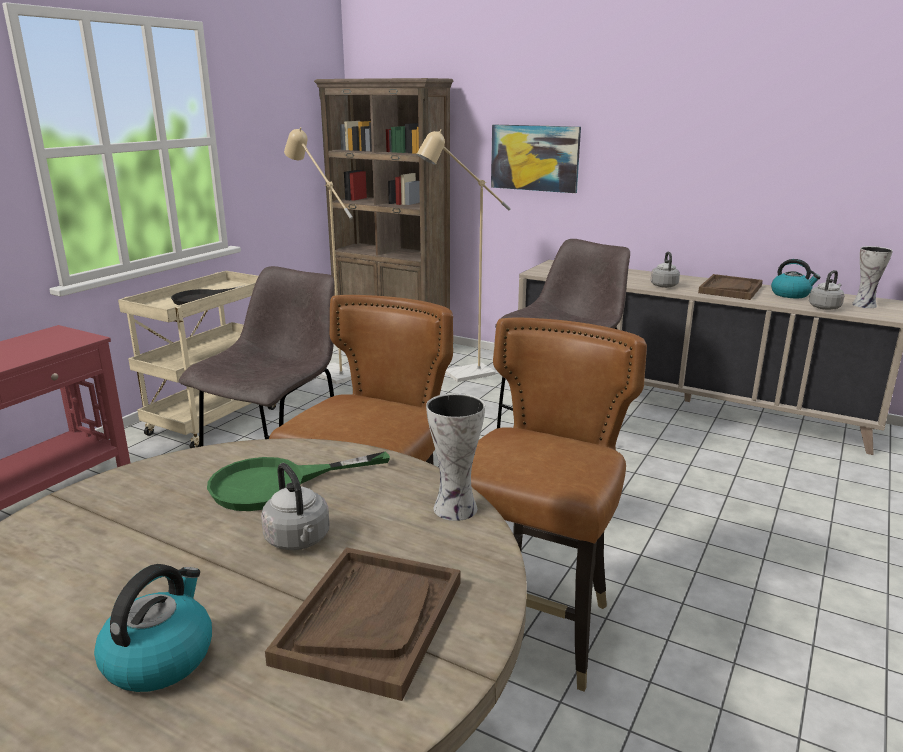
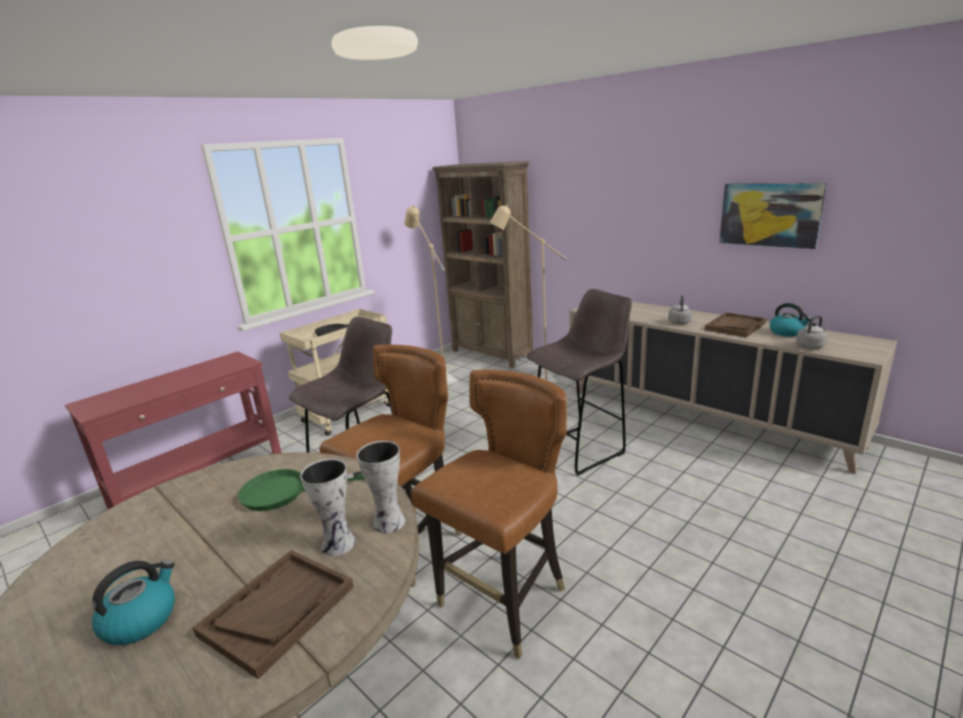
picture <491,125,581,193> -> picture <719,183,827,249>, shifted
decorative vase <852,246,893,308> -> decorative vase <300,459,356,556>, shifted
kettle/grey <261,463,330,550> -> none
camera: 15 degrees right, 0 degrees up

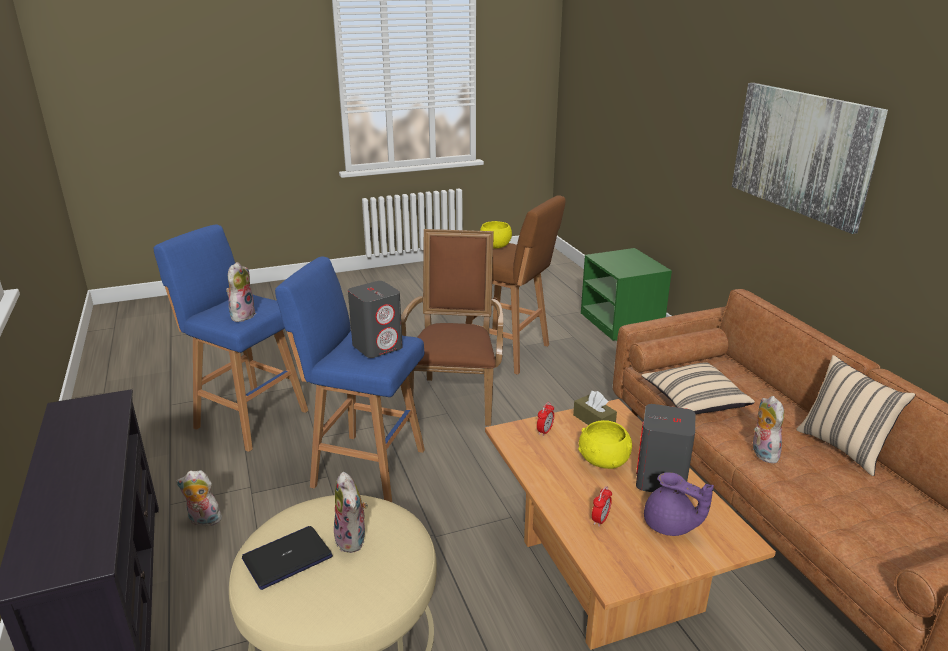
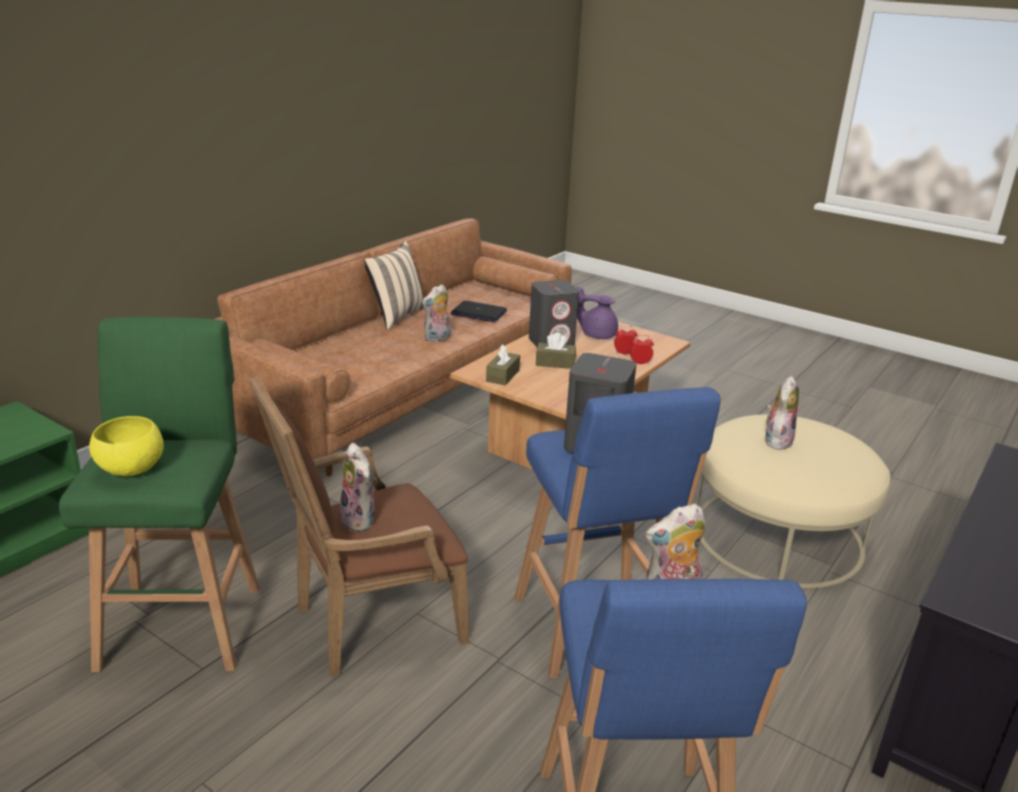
picture <732,83,888,234> -> none
stool/brown-coloured <465,195,566,375> -> stool/green-coloured <59,317,260,672>
cushion/beige-coloured <642,362,755,414> -> none
bedside clock <537,402,554,436> -> bedside clock <630,335,654,365>, shifted
serving bowl/yellow <578,420,632,469> -> tissue box/brown-coloured <536,332,576,369>
cuddly toy <176,470,222,526> -> cuddly toy <340,443,378,532>, shifted
pot for tea/purple-coloured <644,472,714,536> -> pot for tea/purple-coloured <577,286,618,339>, 75 degrees counterclockwise
portable computer <242,526,333,590> -> portable computer <451,301,507,322>, shifted
camera: 125 degrees left, 0 degrees up

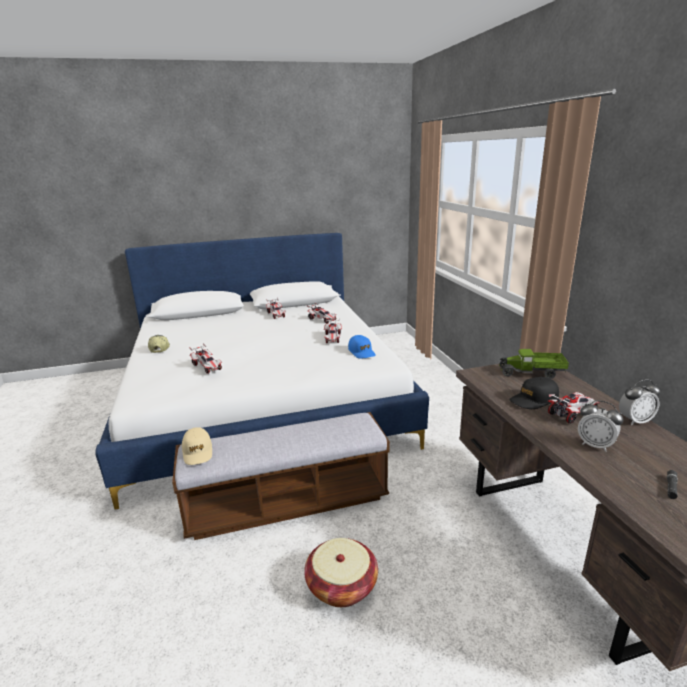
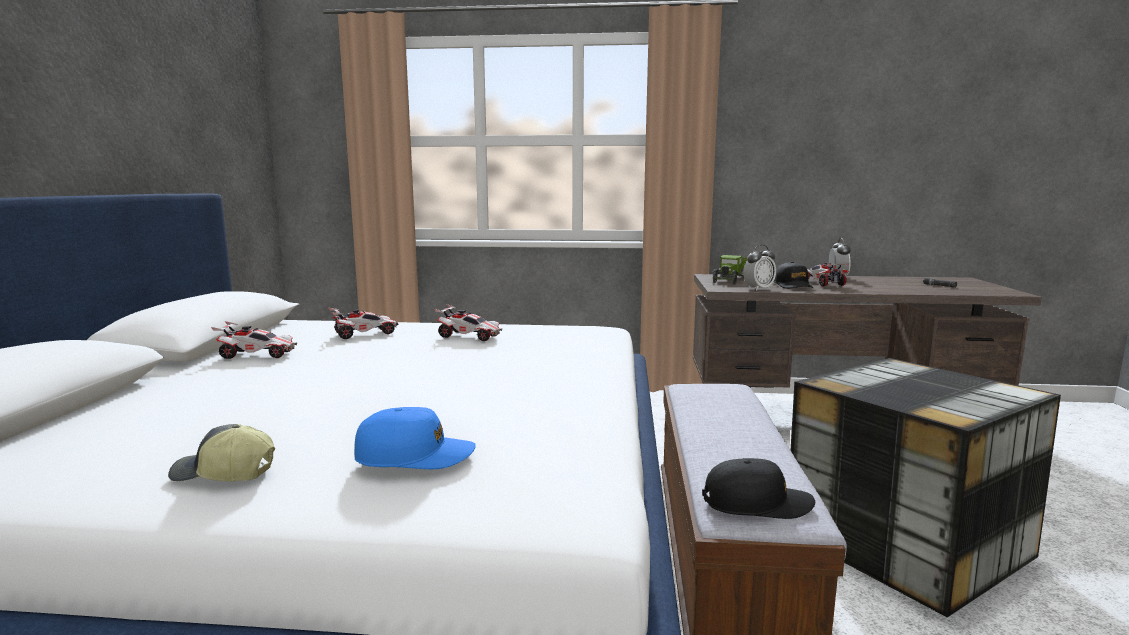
cap/blue-coloured <348,335,376,358> -> cap/blue-coloured <354,407,476,469>, shifted
miniature car <189,343,222,374> -> none
bedside clock <578,400,623,452> -> bedside clock <743,245,776,291>, shifted
cap/beige-coloured <182,427,212,465> -> cap/black-coloured <702,458,815,519>
household basket <304,538,378,607> -> storage box <791,358,1061,618>
camera: 70 degrees left, 10 degrees down

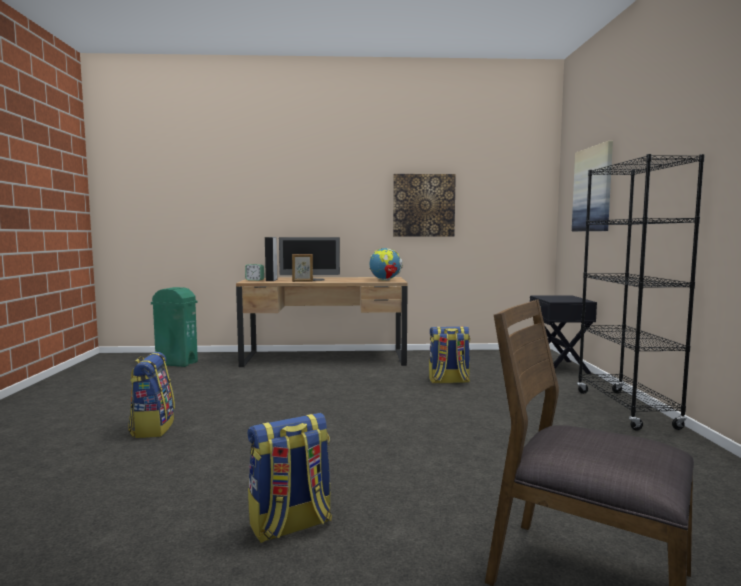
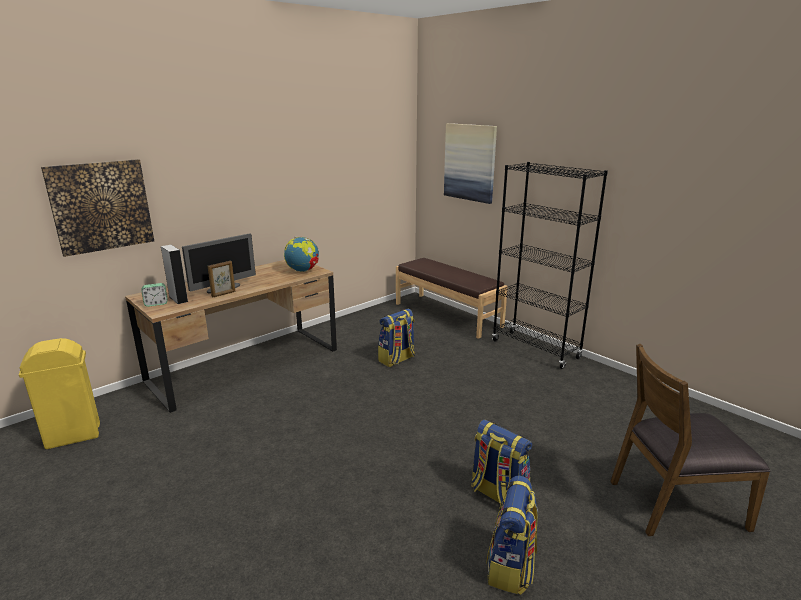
picture <393,174,456,236> -> picture <41,159,154,257>, shifted
trash can/green-coloured <151,287,198,367> -> trash can/yellow <19,338,100,449>
nightstand/black-coloured <530,295,597,374> -> bench/brown-coloured <396,258,508,339>
backpack <128,352,175,438> -> backpack <471,419,532,508>, shifted
camera: 40 degrees left, 15 degrees up

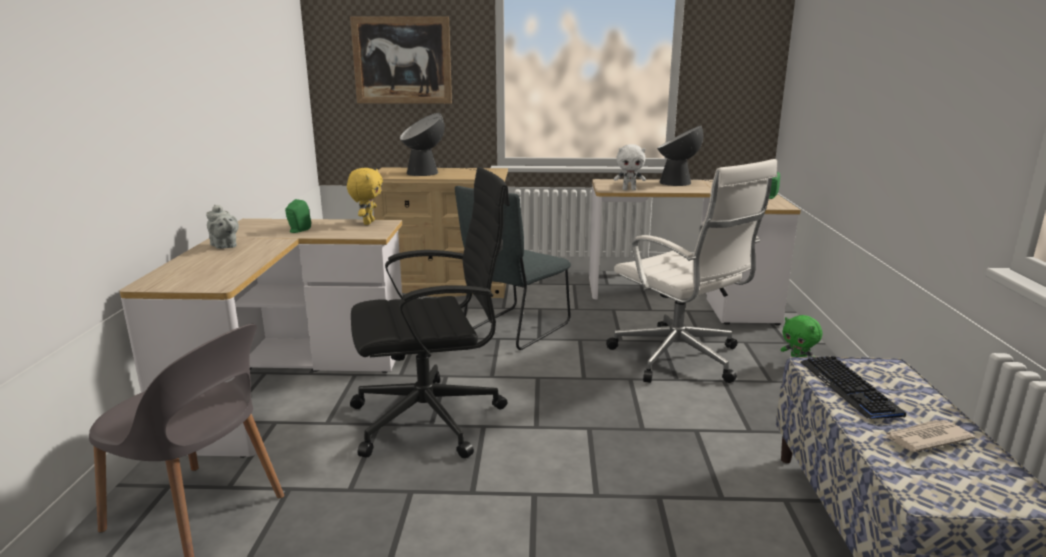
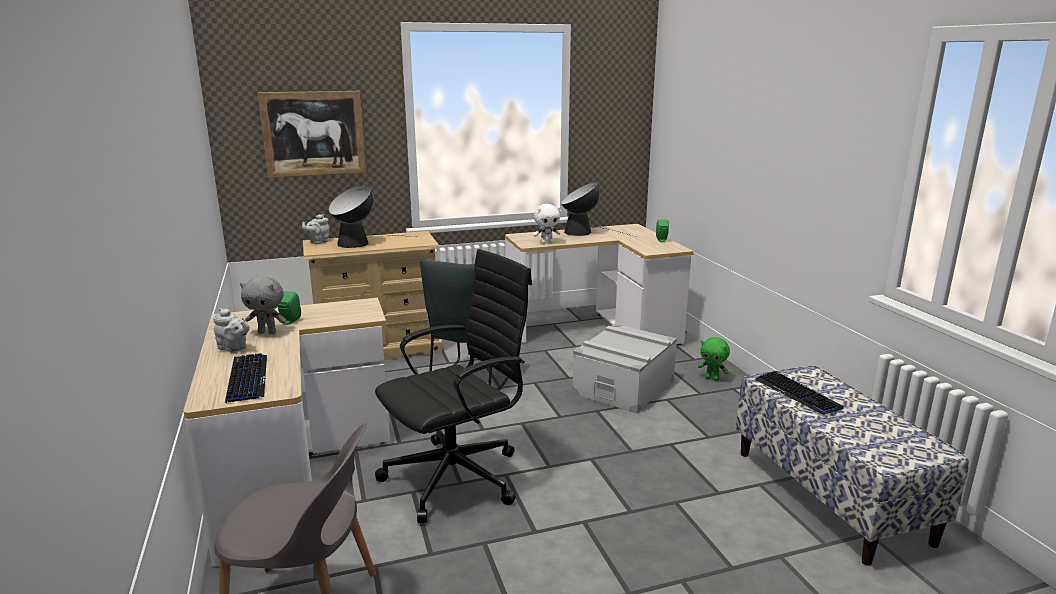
office chair/white <606,159,778,383> -> storage box/grey <572,323,677,414>
cuddly toy/yellow <347,168,383,225> -> none
daily paper <884,420,975,452> -> none
none -> pot for tea/grey <302,214,330,244>
none -> cuddly toy/grey <240,276,286,334>
none -> PC keyboard <225,353,267,403>
camera: 20 degrees left, 0 degrees up

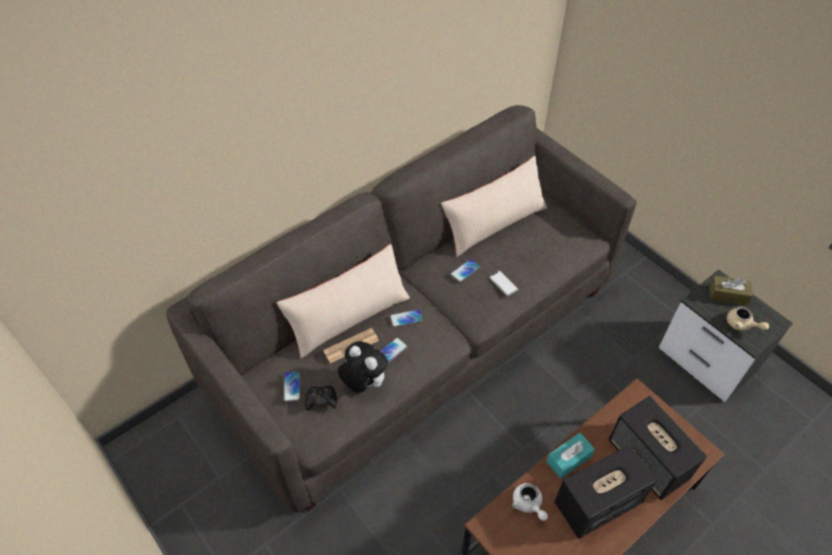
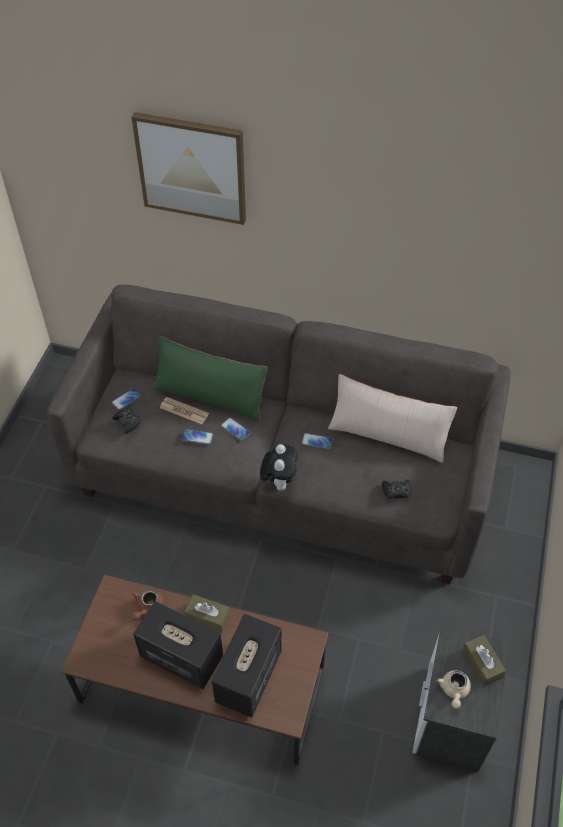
cushion/beige-coloured <277,244,410,358> -> cushion/green-coloured <153,336,268,422>
telephone <489,270,518,296> -> none
cuddly toy <338,341,388,393> -> cuddly toy <260,444,298,491>, shifted
tissue box/turquoise-coloured <546,433,595,479> -> tissue box/brown-coloured <184,594,230,633>
pot for tea/white <512,483,548,521> -> pot for tea/brown-coloured <131,590,164,621>
none -> picture <131,112,246,225>
none -> game controller/black-coloured <382,480,411,499>
camera: 55 degrees right, 0 degrees up

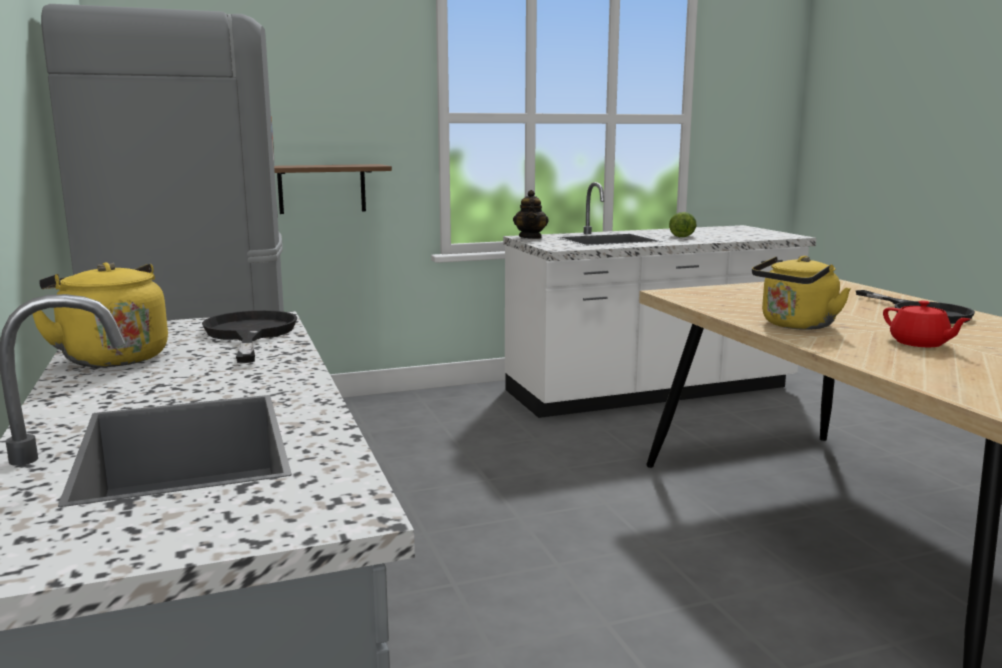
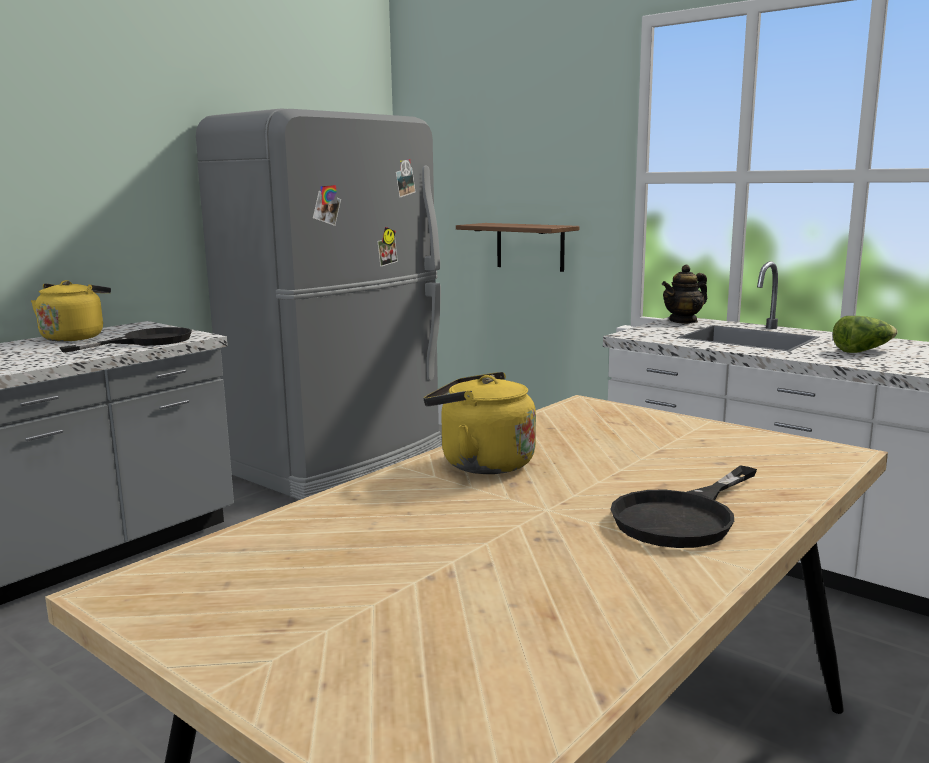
pot for tea/reddish <883,300,970,347> -> none
camera: 60 degrees right, 0 degrees up

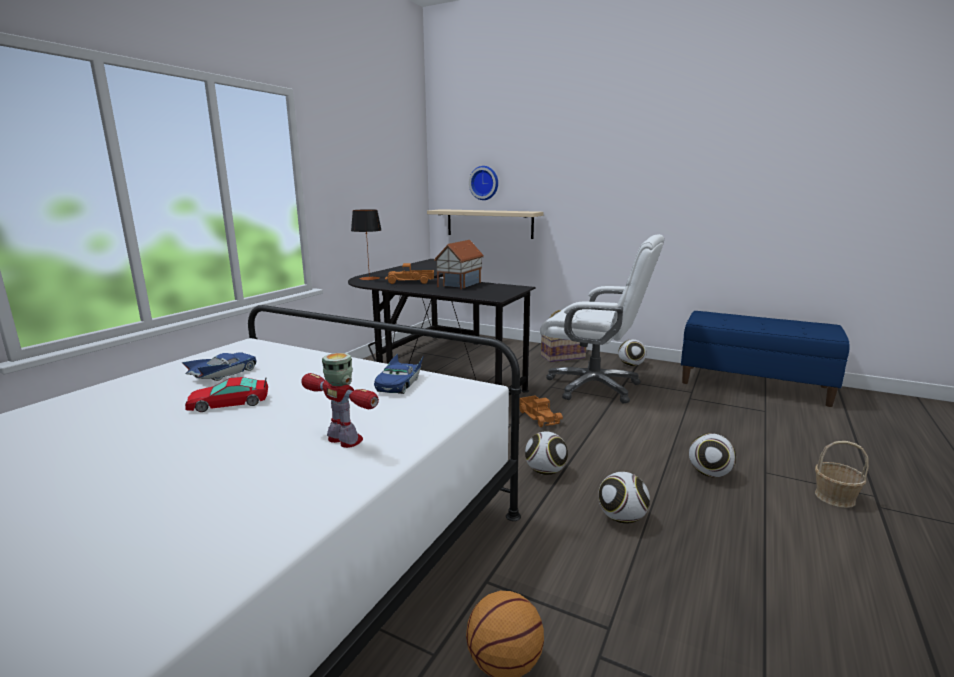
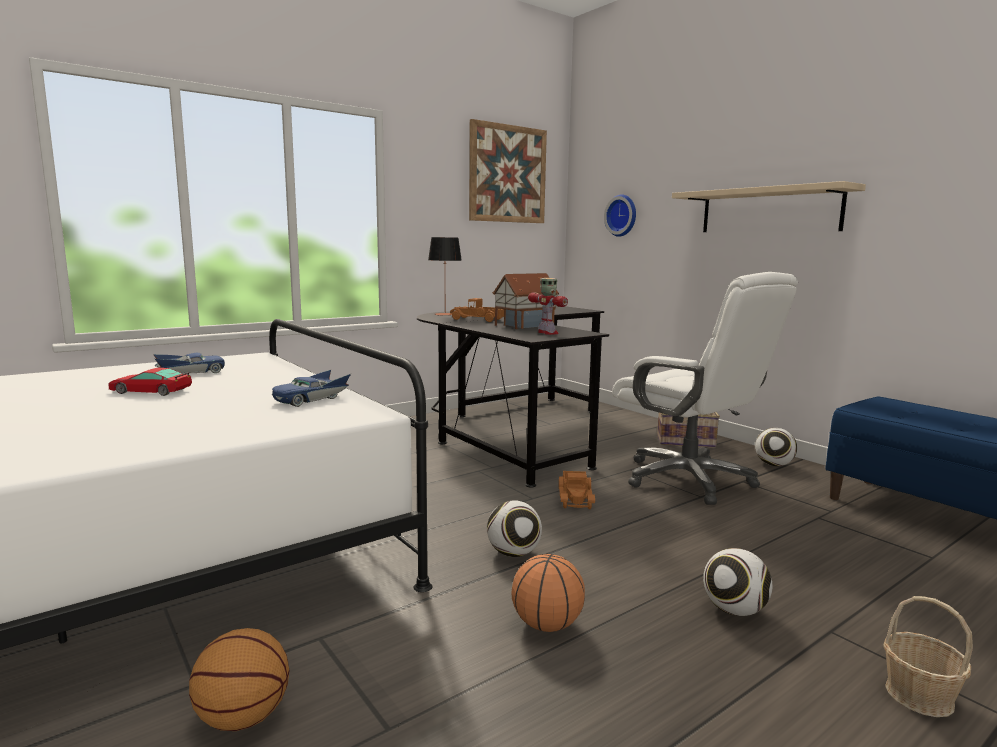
wall shelf/beige-coloured <427,209,544,239> -> wall shelf/beige-coloured <672,181,866,232>, shifted
model robot <301,353,379,448> -> model robot <528,278,568,335>, shifted
football ball <598,472,650,524> -> ball for basketball <511,554,585,632>
none -> picture <469,119,547,223>
camera: 25 degrees right, 5 degrees down

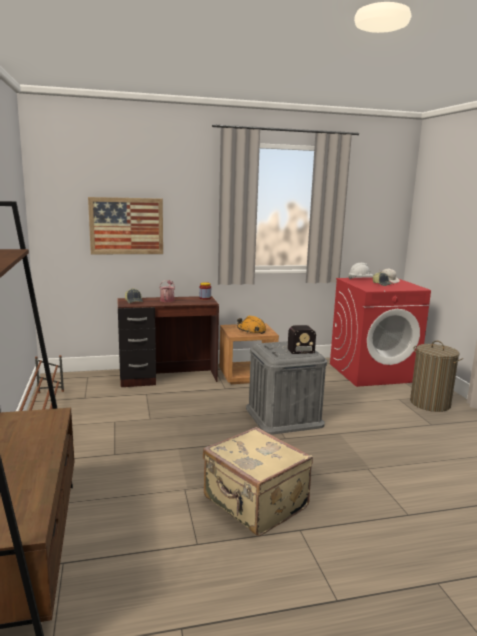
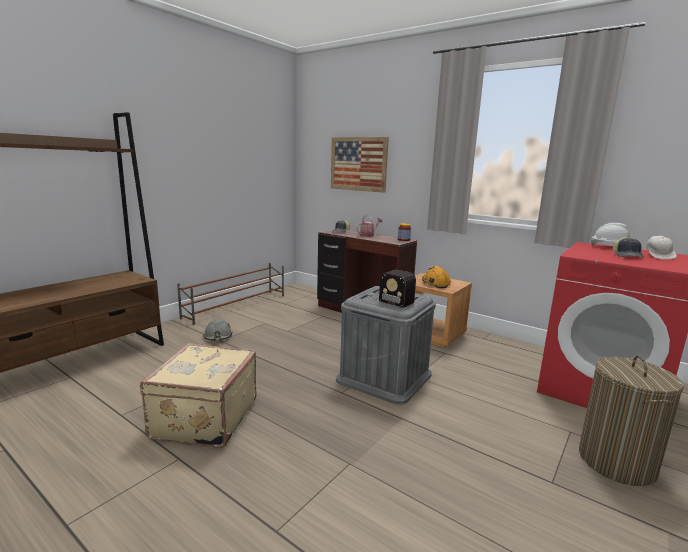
none -> safety helmet/grey <203,319,232,340>
camera: 50 degrees right, 0 degrees up

